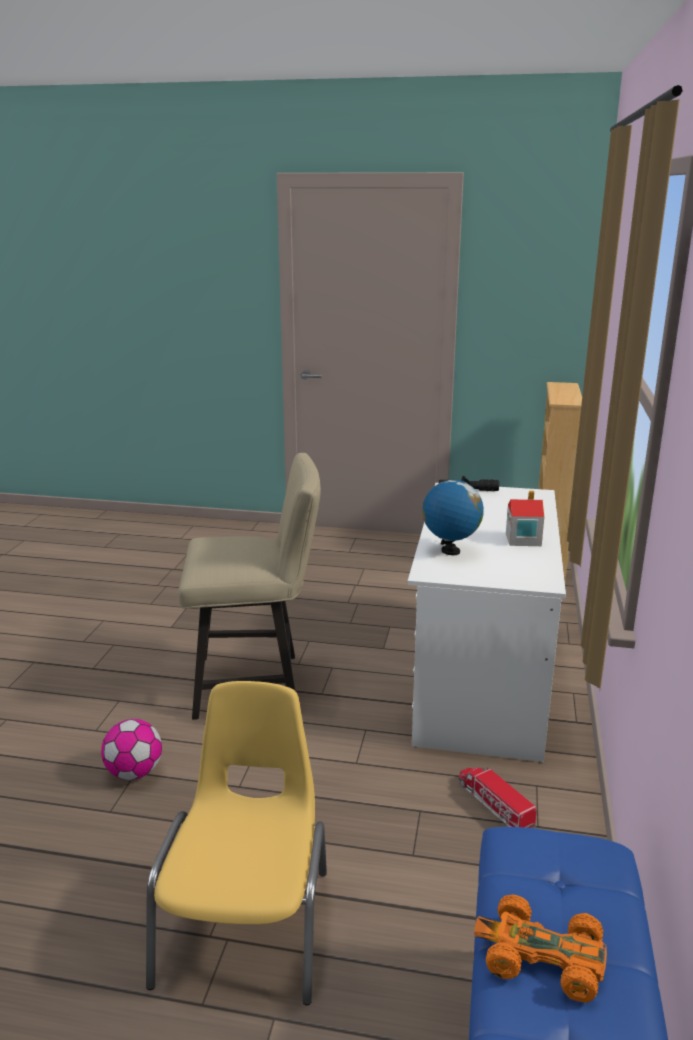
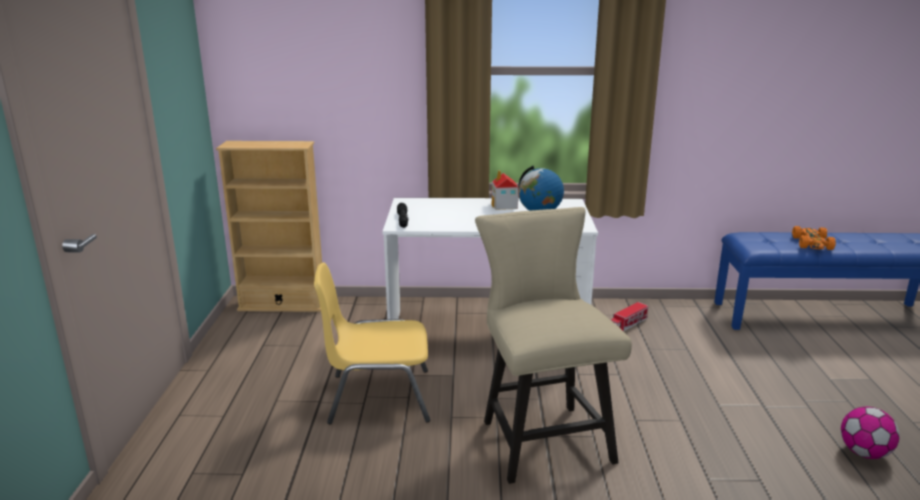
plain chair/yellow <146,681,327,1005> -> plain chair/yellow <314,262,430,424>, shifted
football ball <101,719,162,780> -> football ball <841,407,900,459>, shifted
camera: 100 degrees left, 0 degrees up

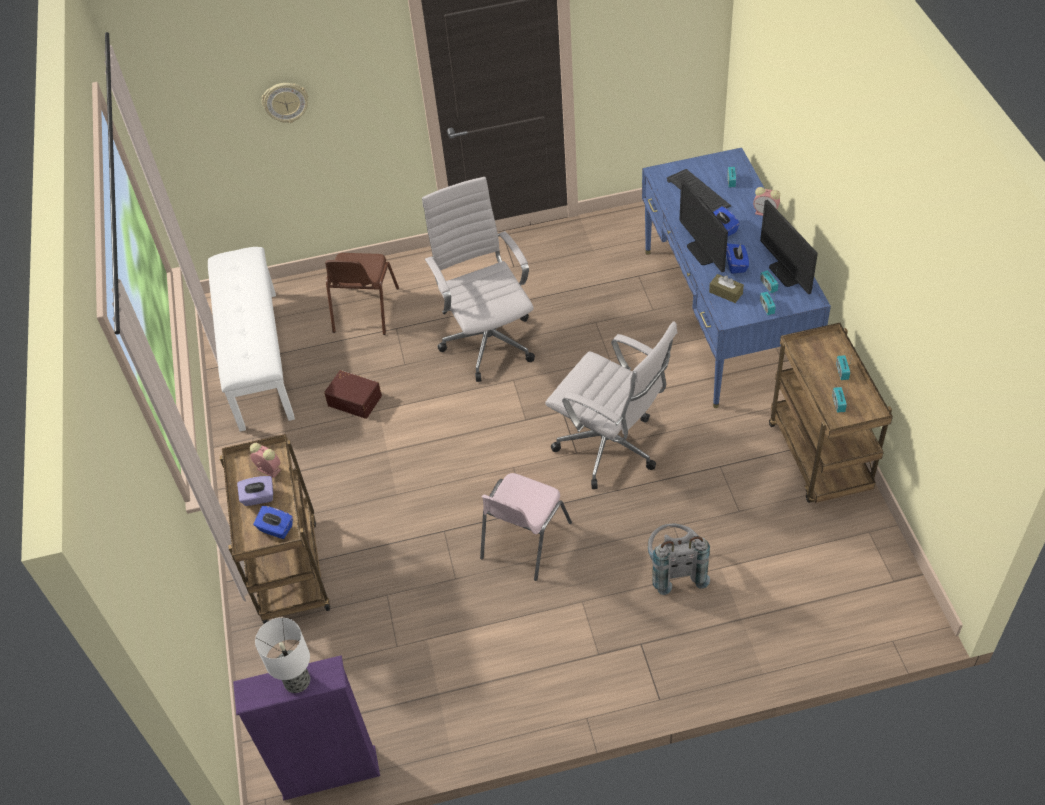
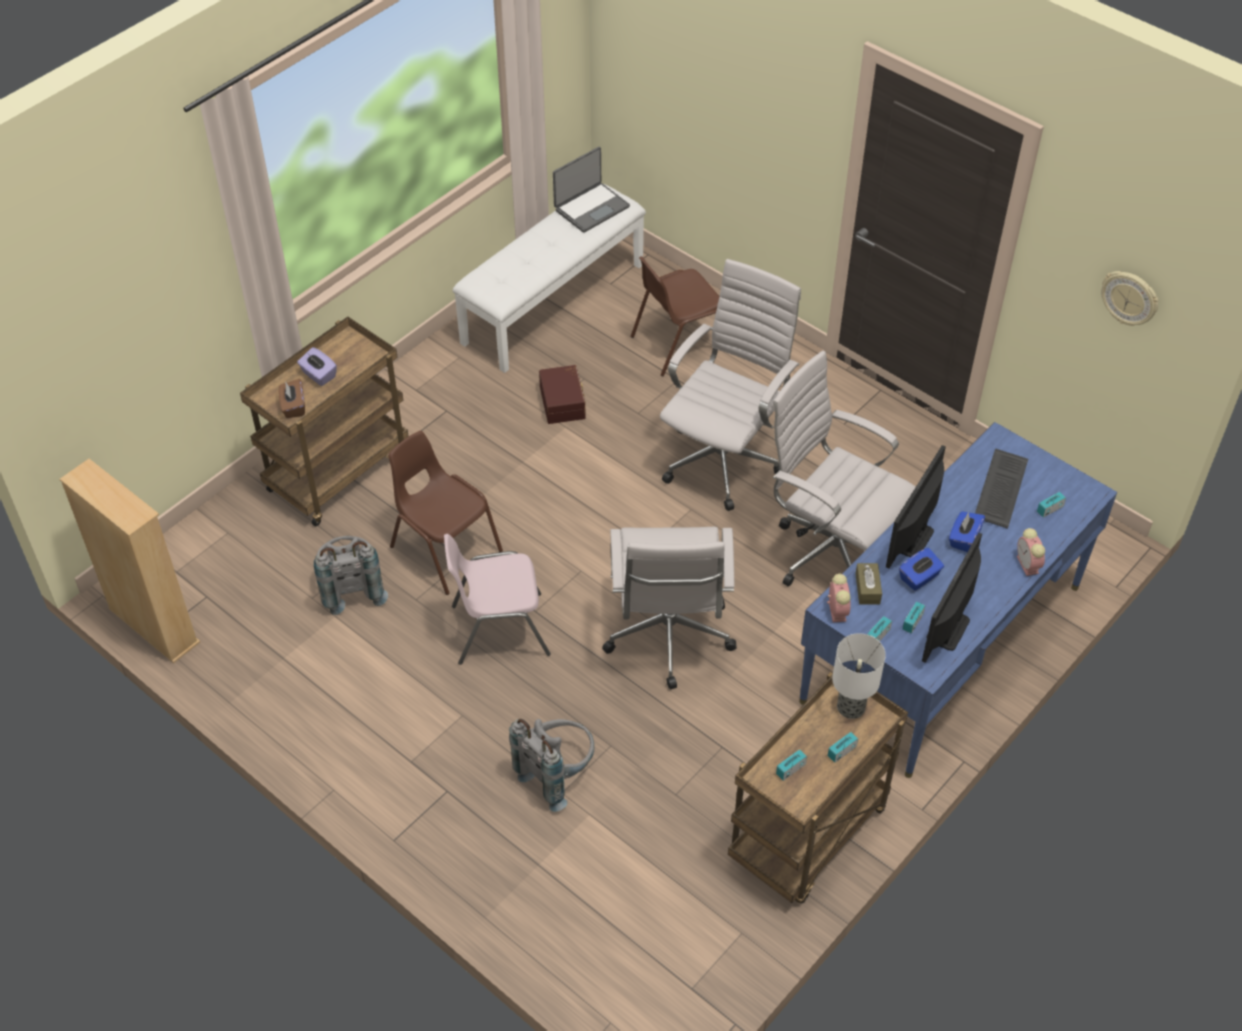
hanging clock <262,83,308,123> -> hanging clock <1101,271,1159,326>, shifted
bedside clock <250,443,281,478> -> bedside clock <827,574,851,622>, shifted
tissue box/blue-coloured <253,506,293,539> -> tissue box/brown-coloured <278,379,305,418>
lamp for a table <255,618,310,693> -> lamp for a table <832,633,886,719>, shifted
shelving unit/purple-coloured <233,655,380,801> -> shelving unit/beige-coloured <59,459,200,664>
none -> portable computer <553,147,630,233>
none -> office chair/white <771,351,915,587>
none -> plain chair/brown-coloured <388,431,503,595>
none -> backpack/grey <314,536,388,615>
camera: 50 degrees right, 0 degrees up

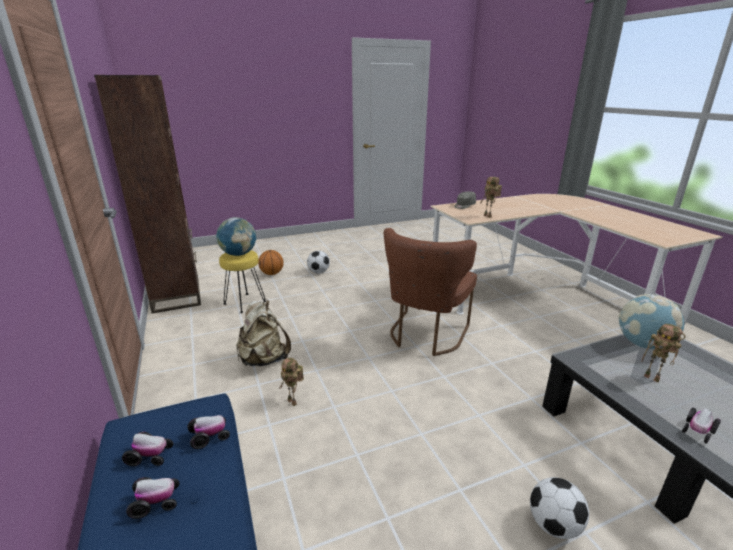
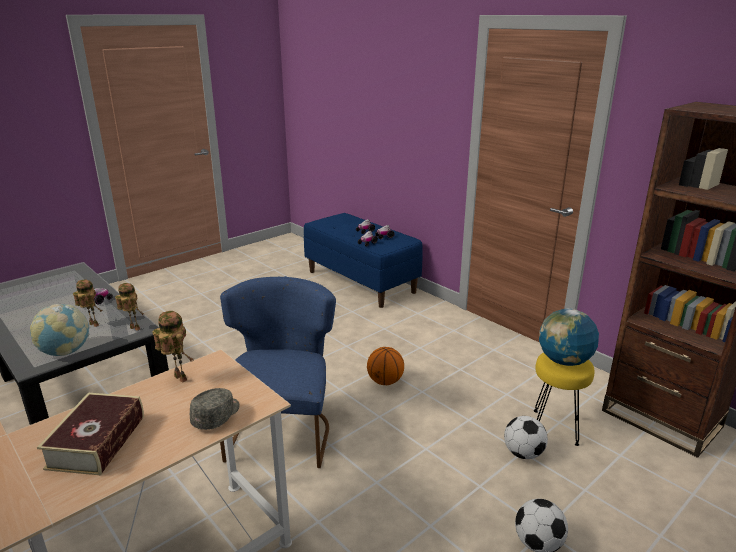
plain chair/brown-coloured <384,228,477,356> -> plain chair/blue-coloured <220,276,336,468>
ball for basketball <258,250,284,275> -> ball for basketball <367,347,404,385>, shifted
backpack/beige-coloured <236,299,291,366> -> none
model robot <280,358,304,406> -> model robot <115,283,144,331>, shifted
football ball <530,477,589,539> -> football ball <504,416,548,459>, shifted
none -> volume <37,393,144,475>
camera: 160 degrees right, 0 degrees up

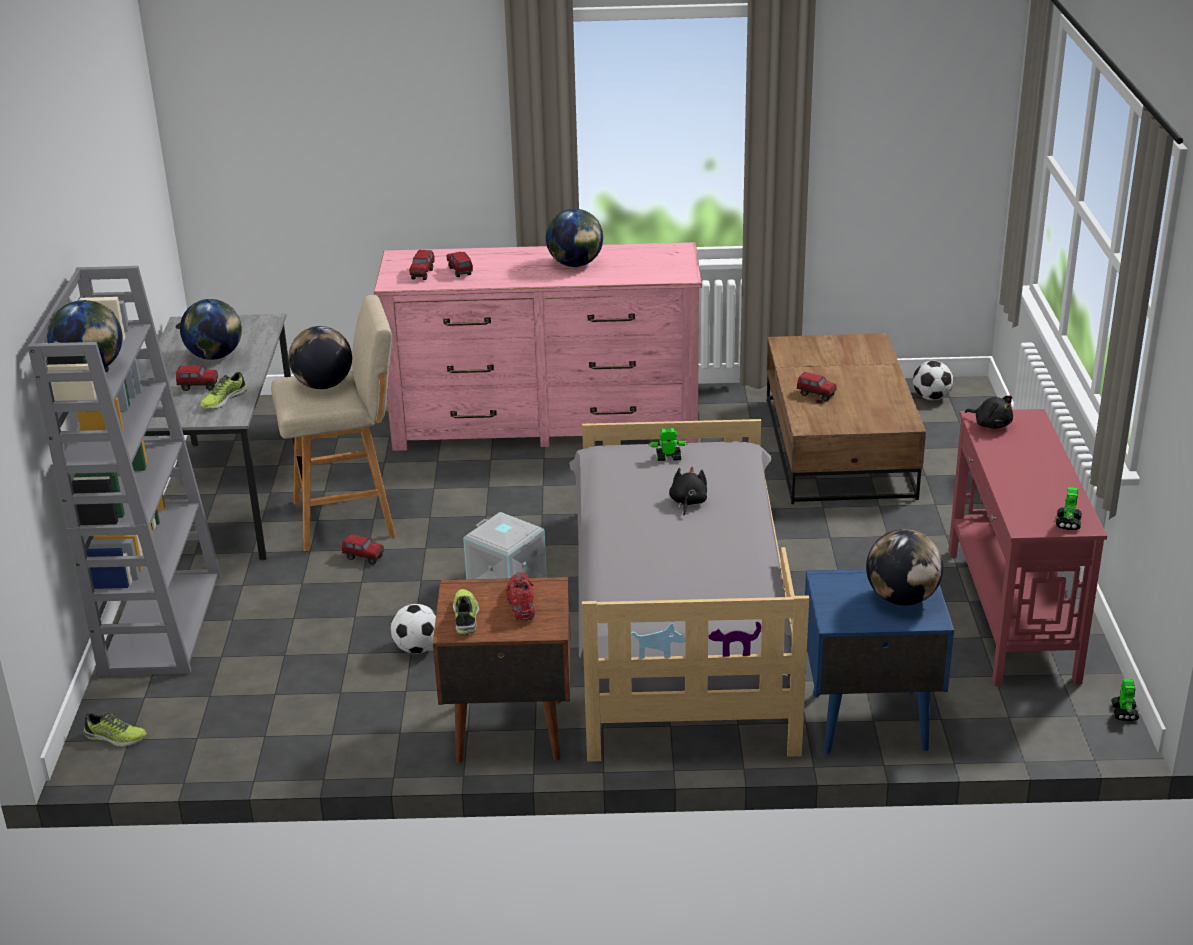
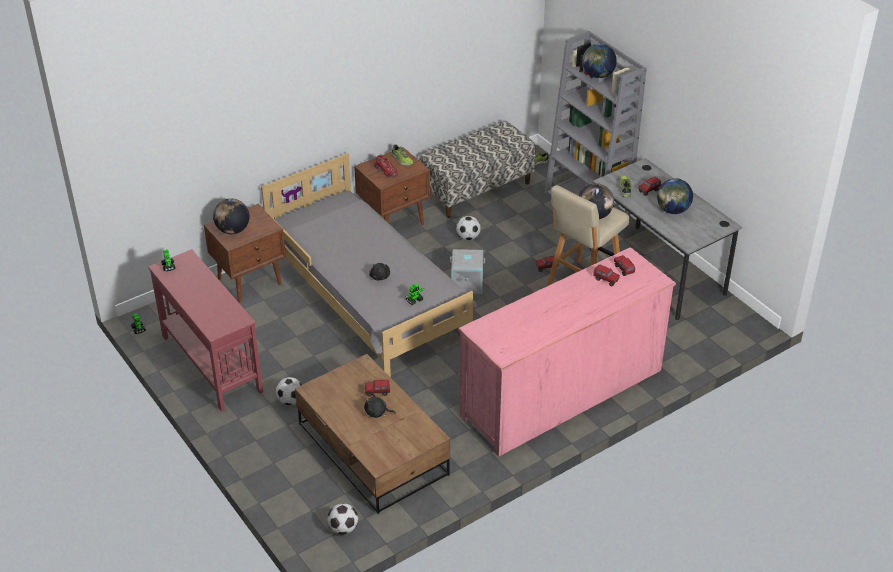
globe <546,209,603,267> -> none
cuddly toy/black-coloured <965,396,1013,429> -> cuddly toy/black-coloured <364,393,396,418>, shifted
nightstand/blue-coloured <805,569,954,754> -> nightstand/brown-coloured <204,204,286,303>
none -> bench <419,121,536,218>
none -> football ball <276,377,302,405>
camera: 145 degrees right, 10 degrees up

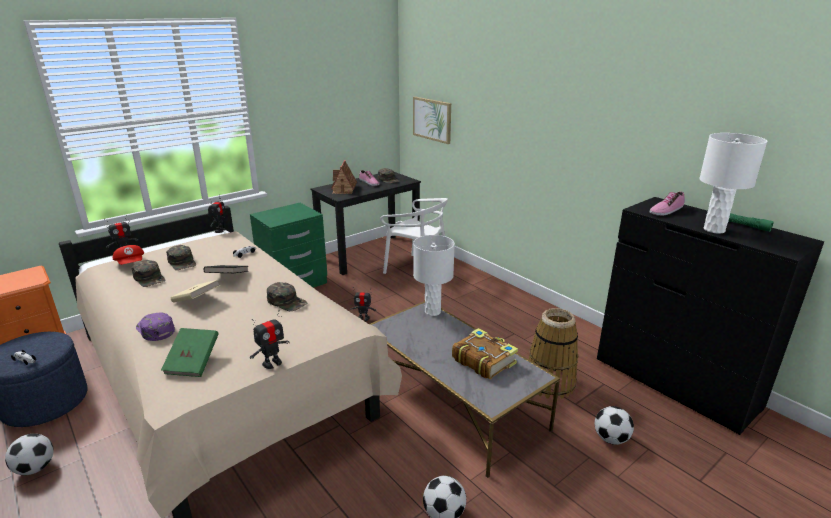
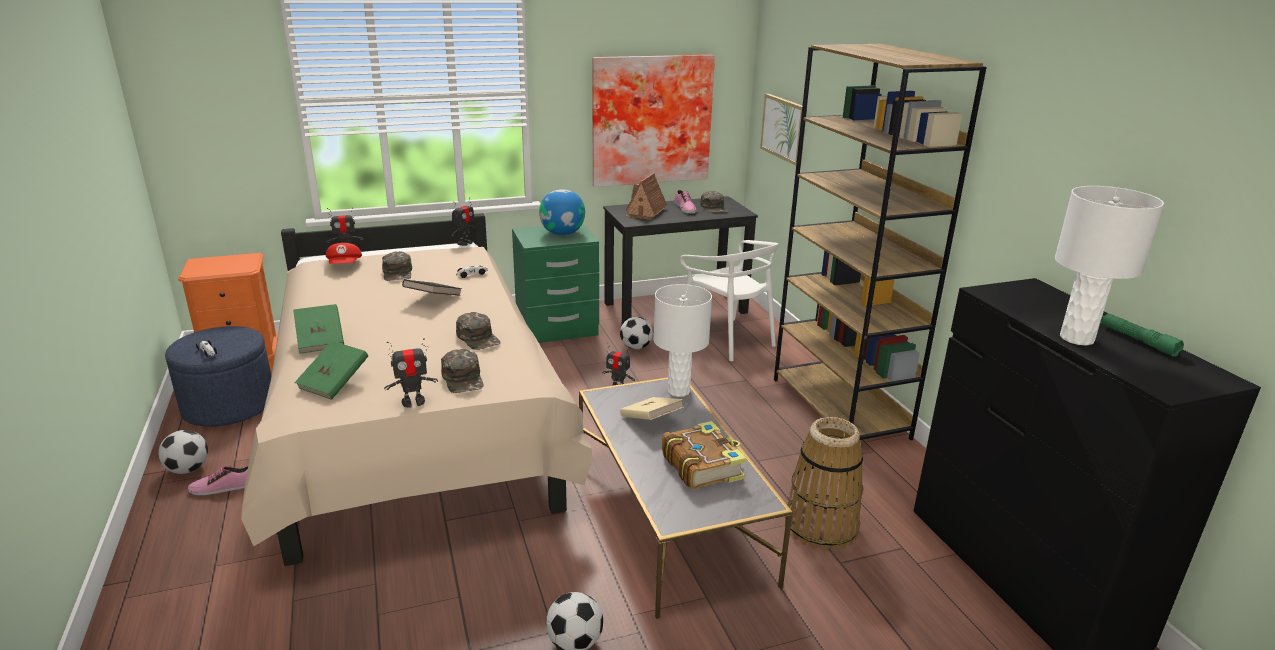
shoe <650,191,684,216> -> shoe <188,466,248,495>, shifted
cap/green-coloured <131,260,165,287> -> cap/green-coloured <441,349,484,393>, shifted
volume/beige-coloured <171,280,220,303> -> volume/beige-coloured <620,397,684,420>, shifted
cap/purple-coloured <136,313,175,341> -> volume/green-coloured <293,304,344,354>
football ball <594,406,634,445> -> football ball <620,317,653,349>, shifted
none -> shelving unit/brown-coloured <774,44,987,440>
none -> picture <592,55,715,187>
none -> globe <539,189,585,235>
camera: 20 degrees right, 0 degrees up

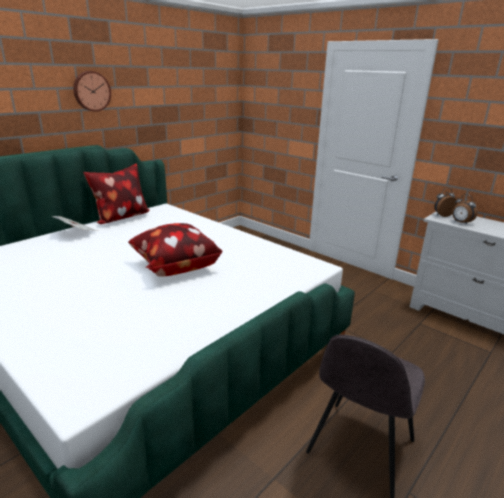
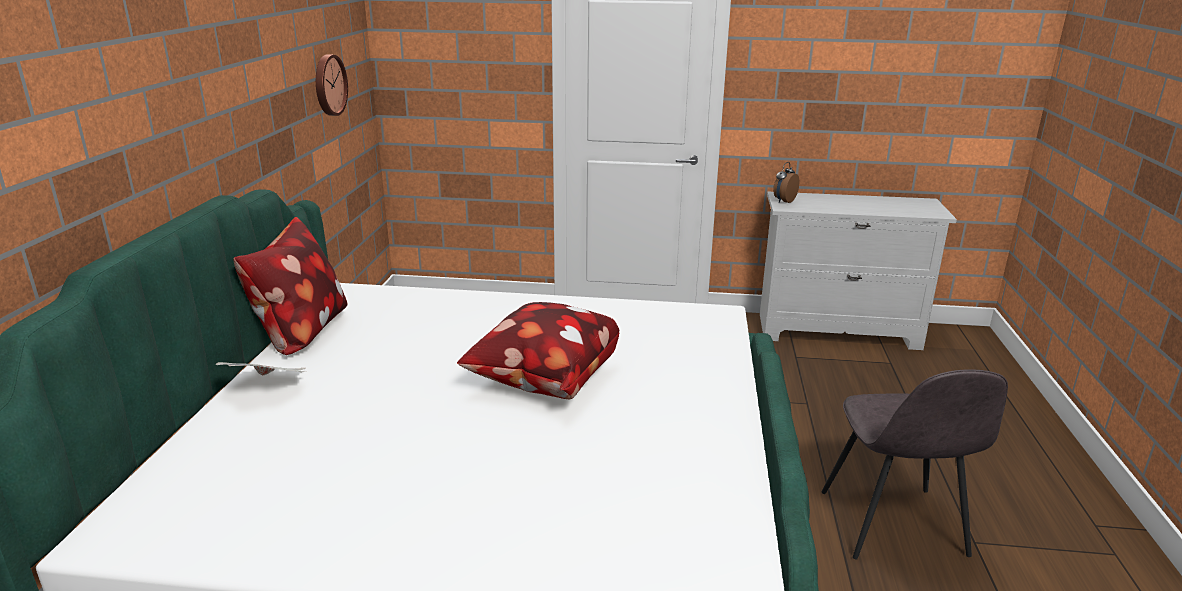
hanging clock <73,71,111,112> -> hanging clock <316,54,348,116>, shifted
bedside clock <452,194,478,225> -> none
camera: 35 degrees left, 0 degrees up

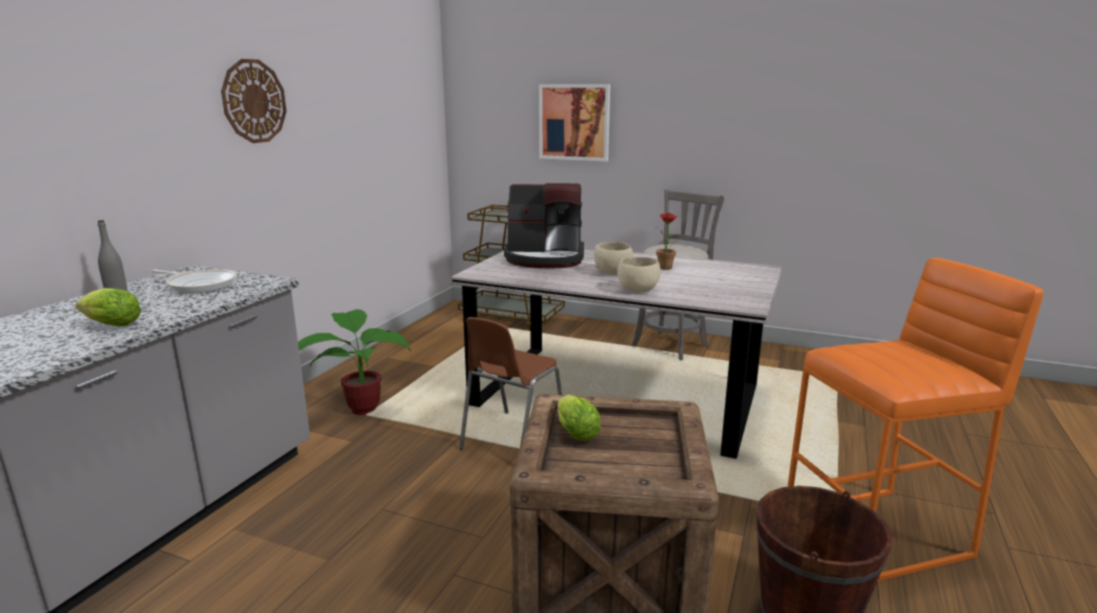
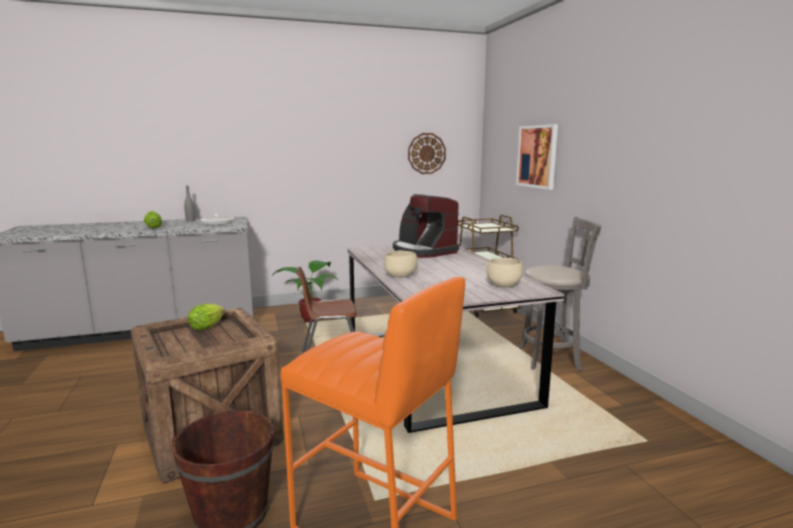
hanging clock <221,59,287,143> -> hanging clock <408,133,446,174>, shifted
potted plant <656,213,680,269> -> none
serving bowl/beige-coloured <594,242,633,275> -> serving bowl/beige-coloured <487,258,523,287>, shifted
camera: 50 degrees right, 5 degrees down

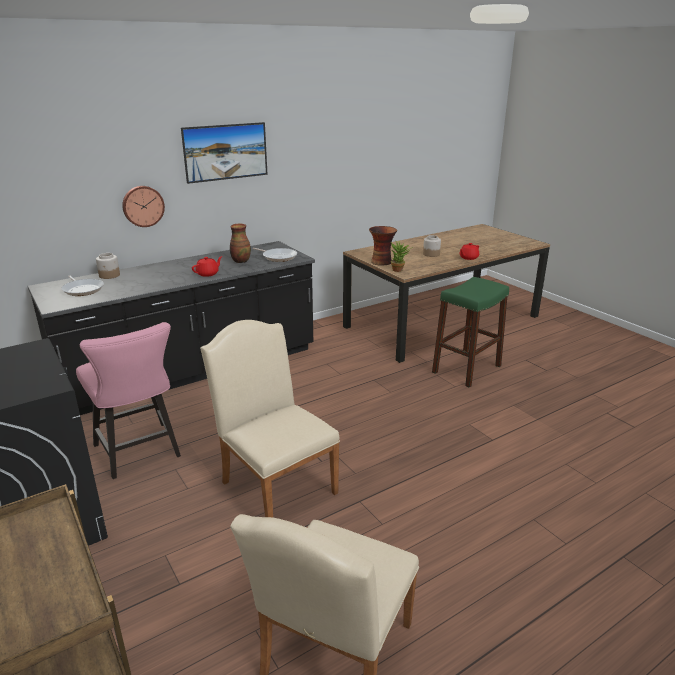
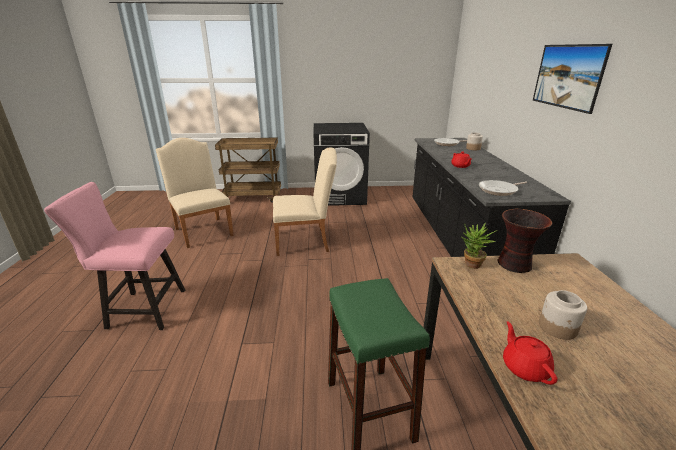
hanging clock <122,186,165,227> -> none
decorative vase <230,224,251,263> -> none
plain chair/pink-coloured <76,322,181,479> -> plain chair/pink-coloured <44,182,185,330>, shifted
camera: 120 degrees right, 0 degrees up

